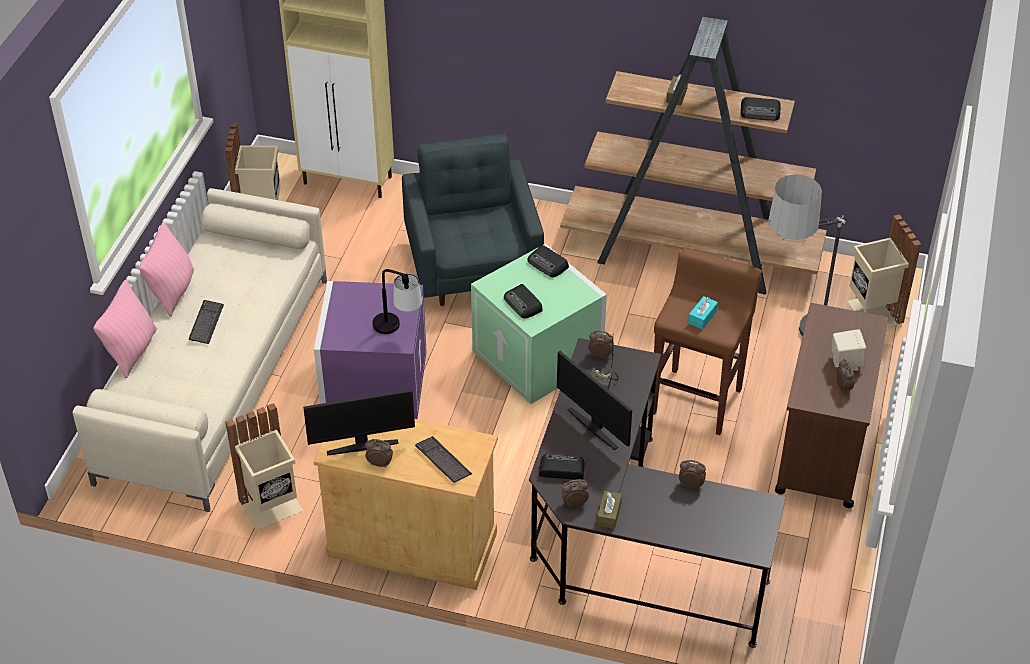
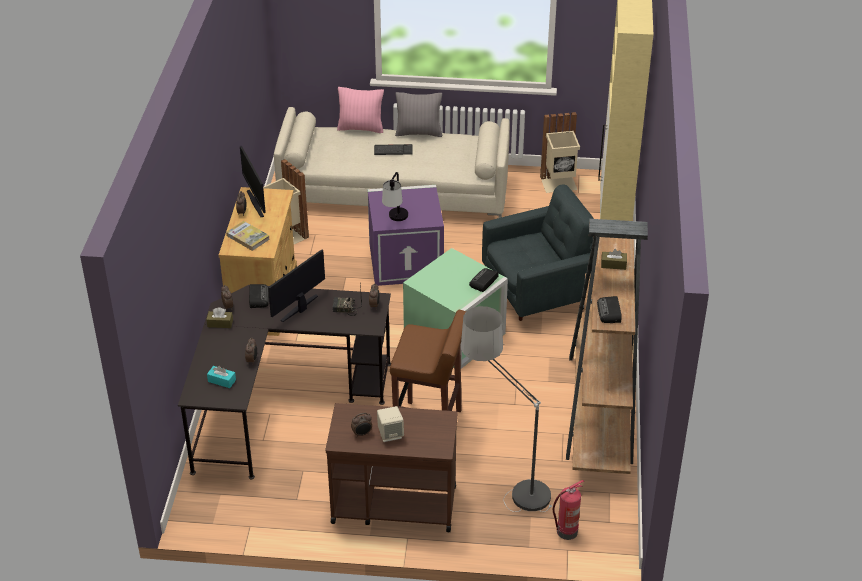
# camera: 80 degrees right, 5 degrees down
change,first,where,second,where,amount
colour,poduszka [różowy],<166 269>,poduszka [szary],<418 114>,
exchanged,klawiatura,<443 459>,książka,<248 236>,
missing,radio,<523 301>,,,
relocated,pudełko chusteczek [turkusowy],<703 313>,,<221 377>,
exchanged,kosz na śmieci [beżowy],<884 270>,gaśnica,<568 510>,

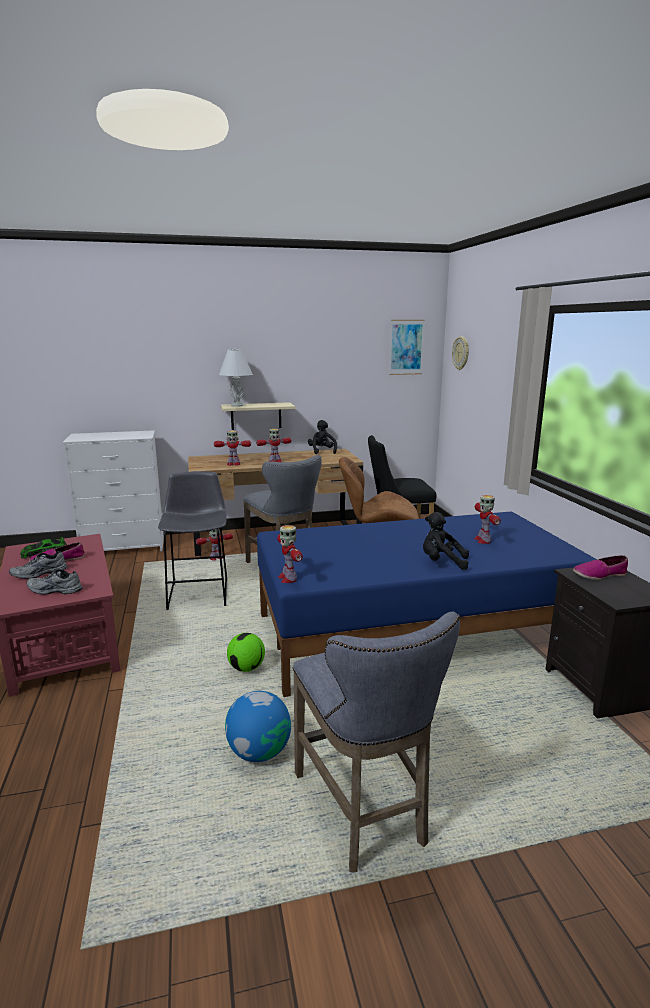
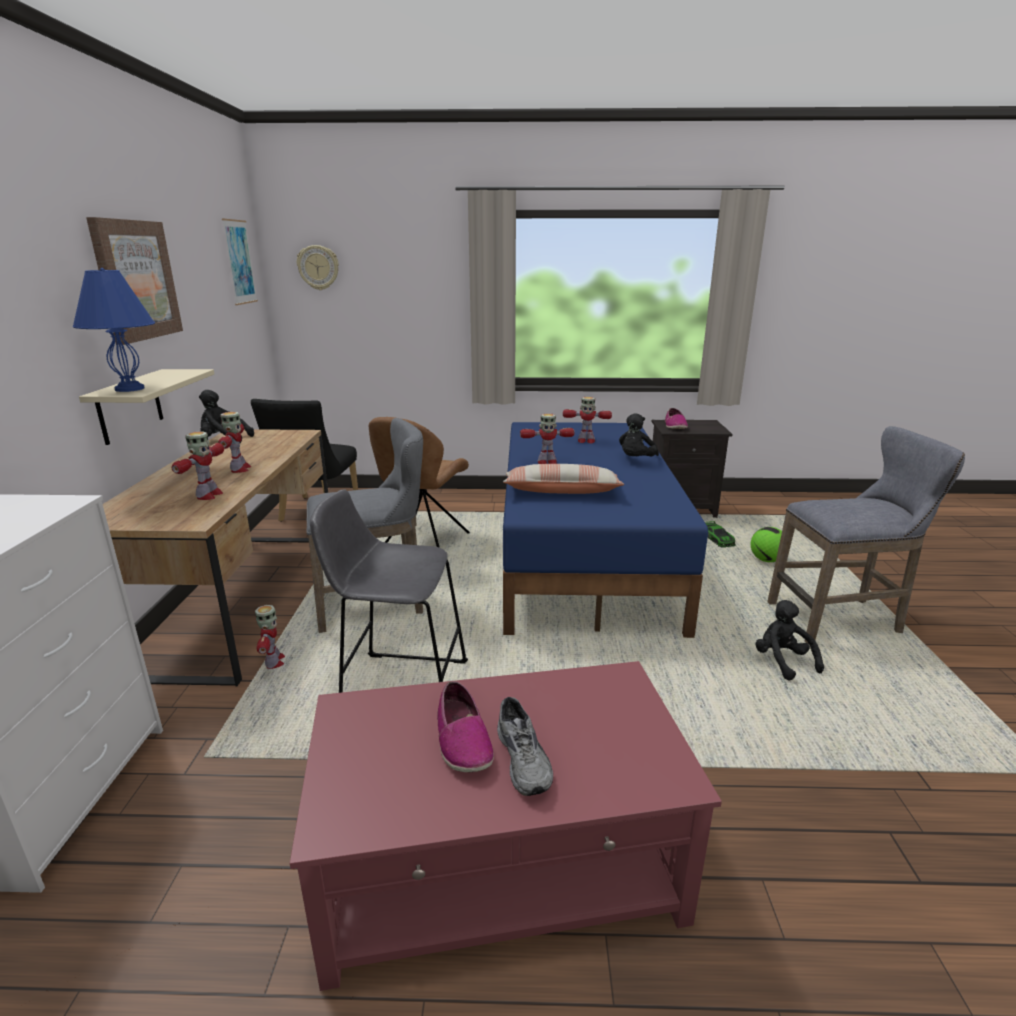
# camera: 75 degrees left, 5 degrees up
change,first,where,second,where,amount
relocated,samochodzik,<43 548>,,<720 534>,
missing,but [szary],<55 582>,,,
colour,lampa stołowa [biały],<236 377>,lampa stołowa [niebieski],<114 330>,
exchanged,globus,<258 726>,pluszak [czarny],<789 640>,
relocated,piłka futbolowa,<246 652>,,<766 544>,
relocated,robot zabawkowy,<290 554>,,<547 438>,
appeared,,,obraz,<134 281>,
appeared,,,poduszka,<563 479>,

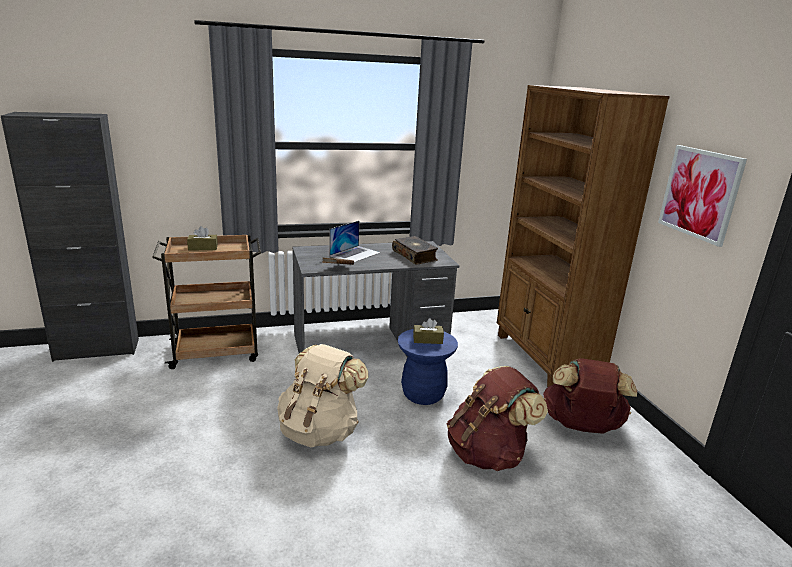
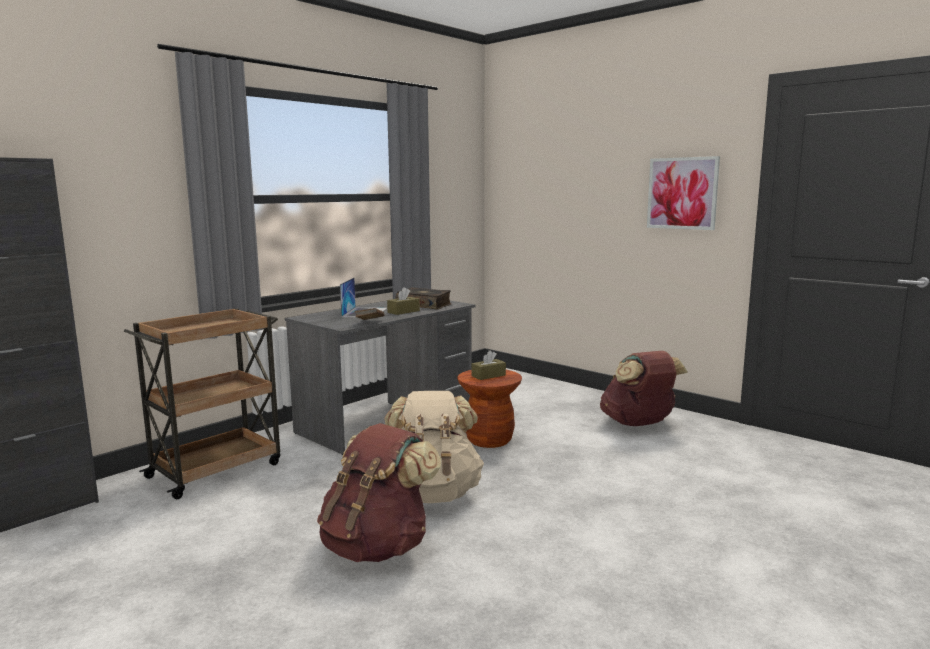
# camera: 30 degrees left, 10 degrees down
change,first,where,second,where,amount
relocated,pudełko chusteczek [brązowy],<202 238>,,<403 301>,
colour,stołek [niebieski],<428 367>,stołek [brązowy],<489 409>,
relocated,plecak [brązowy],<497 418>,,<379 492>,
missing,regał [brązowy],<583 236>,,,

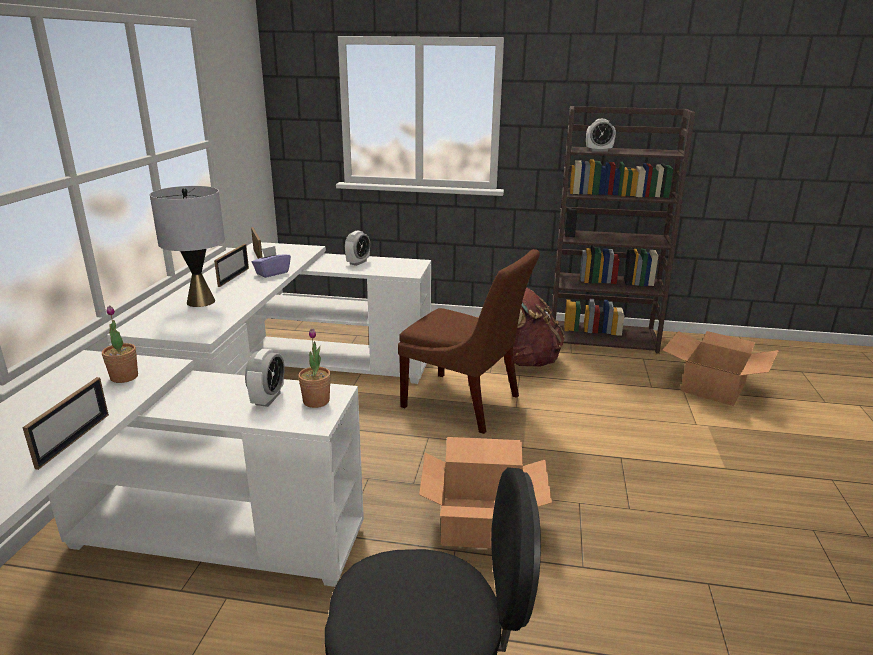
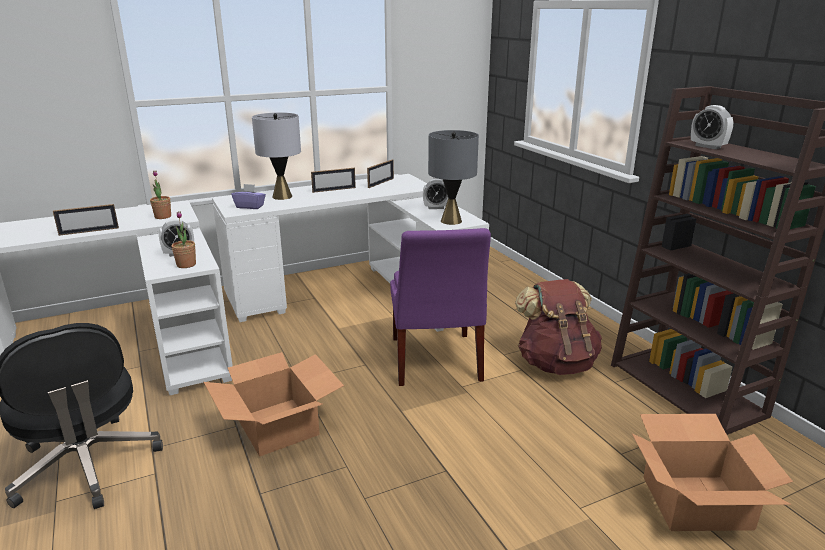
# camera: 55 degrees right, 0 degrees up
change,first,where,second,where,amount
relocated,pudełko chusteczek [fioletowy],<271 262>,,<249 196>,
colour,krzesło [brązowy],<469 341>,krzesło [fioletowy],<440 307>,
appeared,,,lampa stołowa [szary],<453 177>,

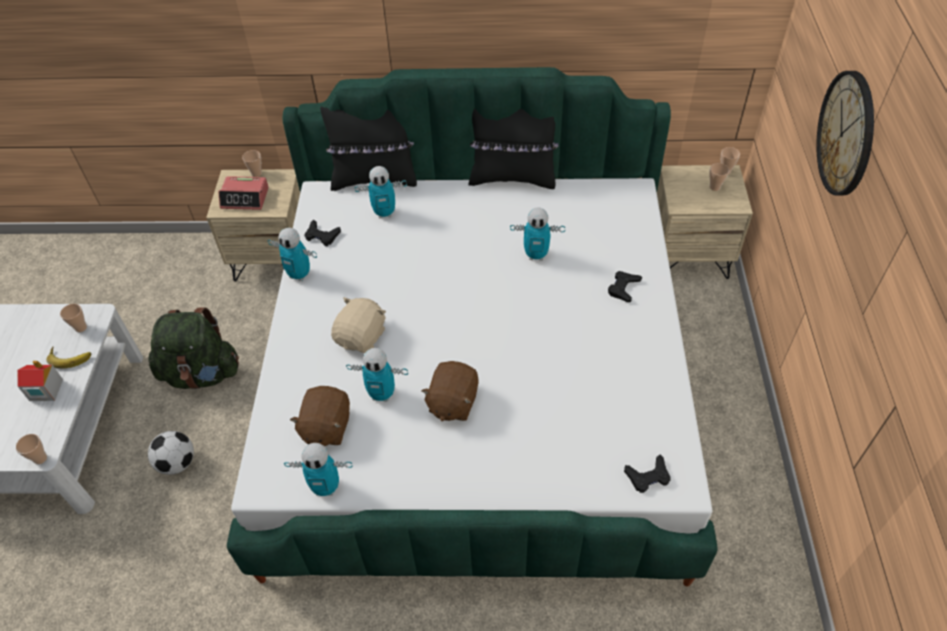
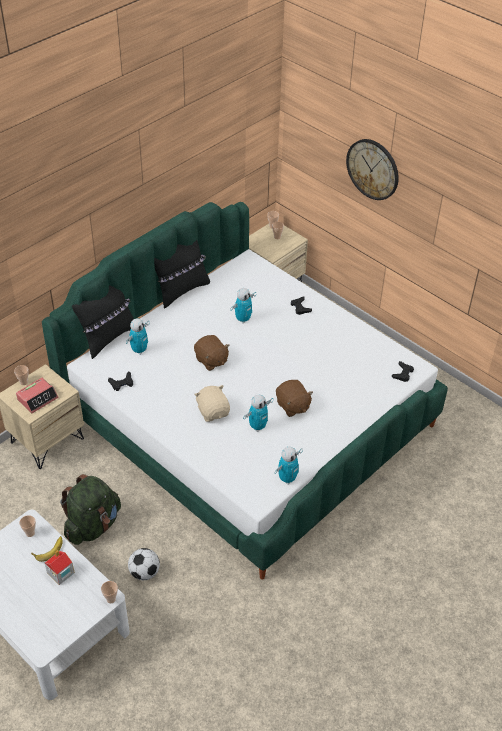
# camera: 50 degrees left, 5 degrees down
change,first,where,second,where,amount
missing,robot zabawkowy,<292 254>,,,
relocated,pluszak [brązowy],<320 416>,,<211 353>,

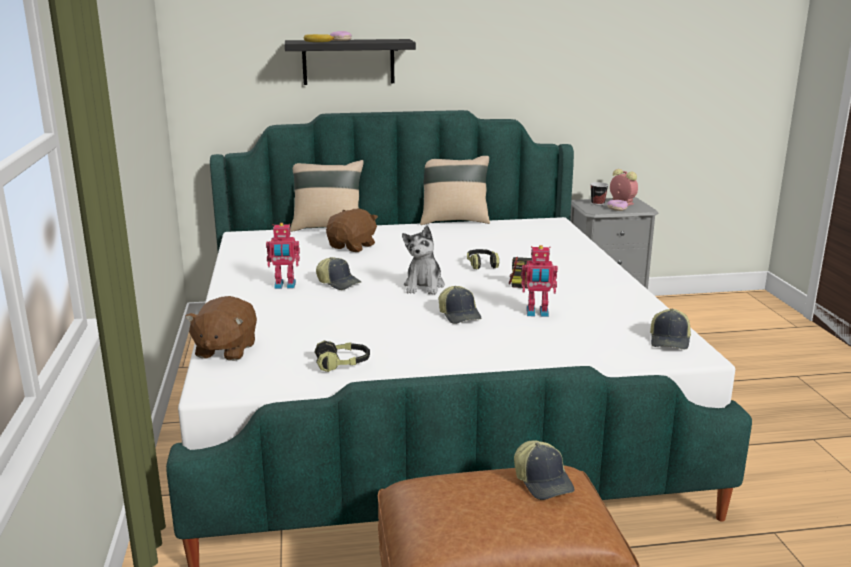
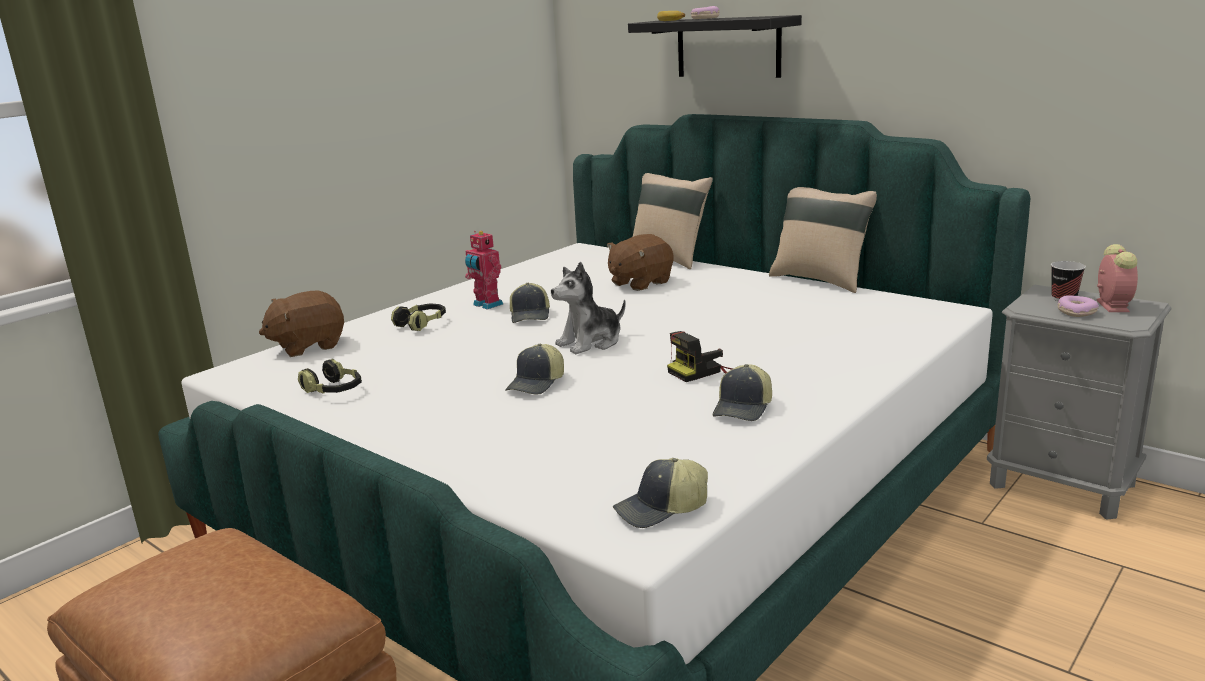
# camera: 50 degrees right, 0 degrees up
change,first,where,second,where,amount
spun,pluszak [brązowy],<352 230>,,<640 262>,150 degrees clockwise
relocated,słuchawki,<483 259>,,<418 317>,
relocated,czapka z daszkiem,<544 470>,,<742 392>,
missing,robot zabawkowy,<539 281>,,,

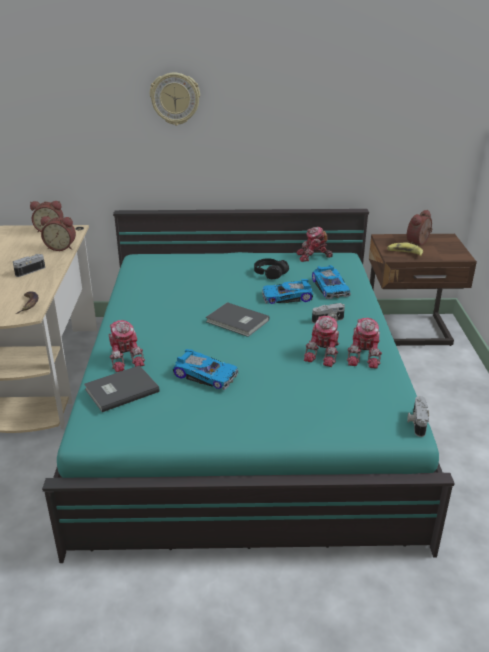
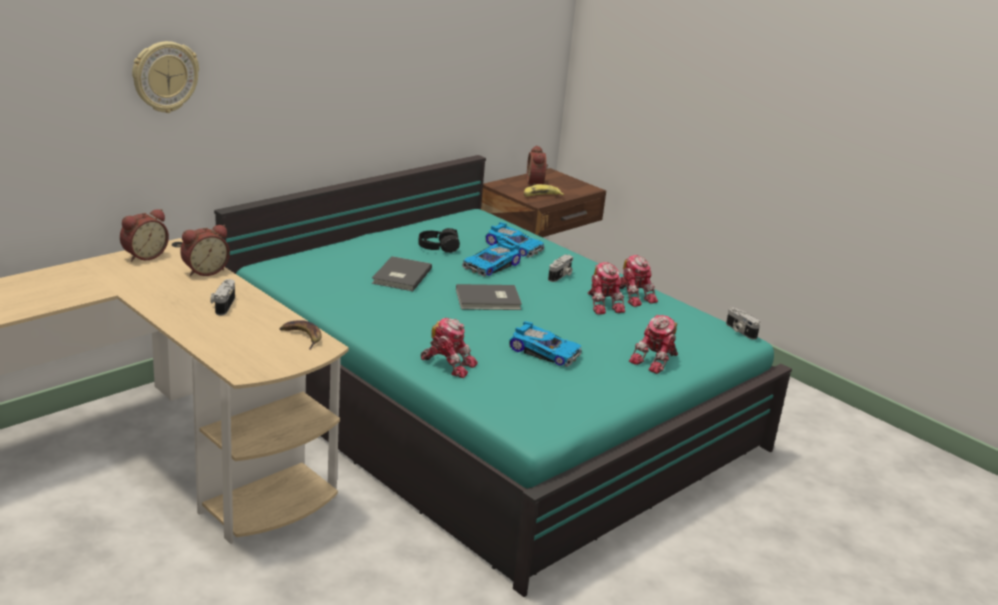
# camera: 45 degrees left, 5 degrees down
change,first,where,second,where,amount
relocated,książka [szary],<122 388>,,<402 273>,
relocated,zegar ścienny,<175 98>,,<165 77>,
spun,samochodzik,<205 369>,,<545 344>,45 degrees clockwise
relocated,robot zabawkowy,<315 244>,,<653 344>,

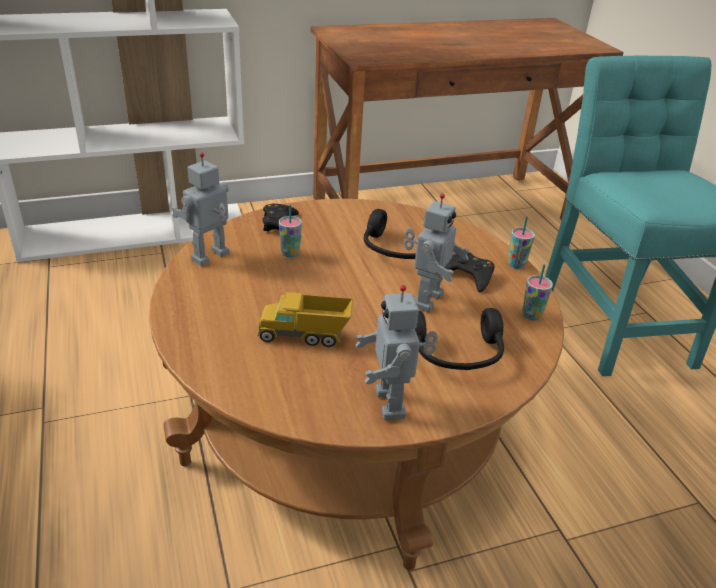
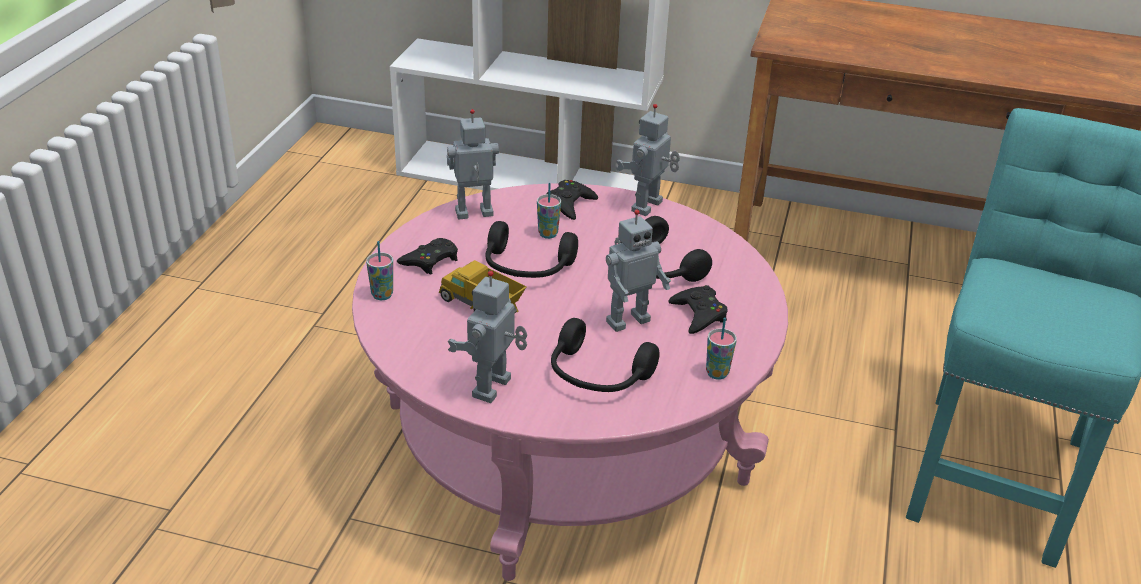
# camera: 35 degrees right, 0 degrees up
change,first,where,second,where,amount
colour,ława [brązowy],<356 384>,ława [różowy],<570 382>,
relocated,filiżanka,<521 242>,,<379 270>,
appeared,,,pad do gier [czarny],<427 256>,
appeared,,,słuchawki [czarny],<532 249>,
appeared,,,robot zabawkowy,<648 160>,

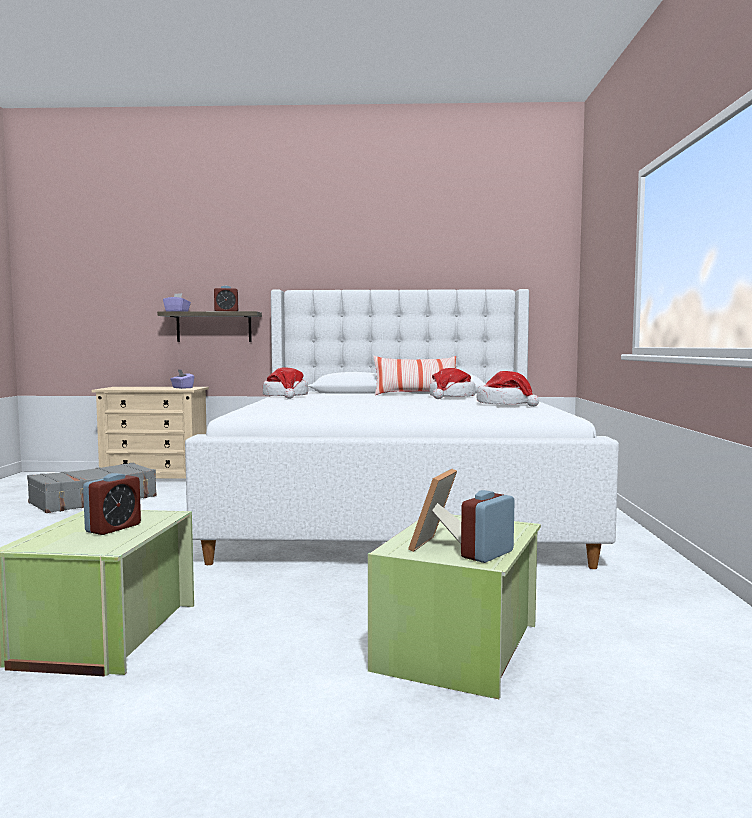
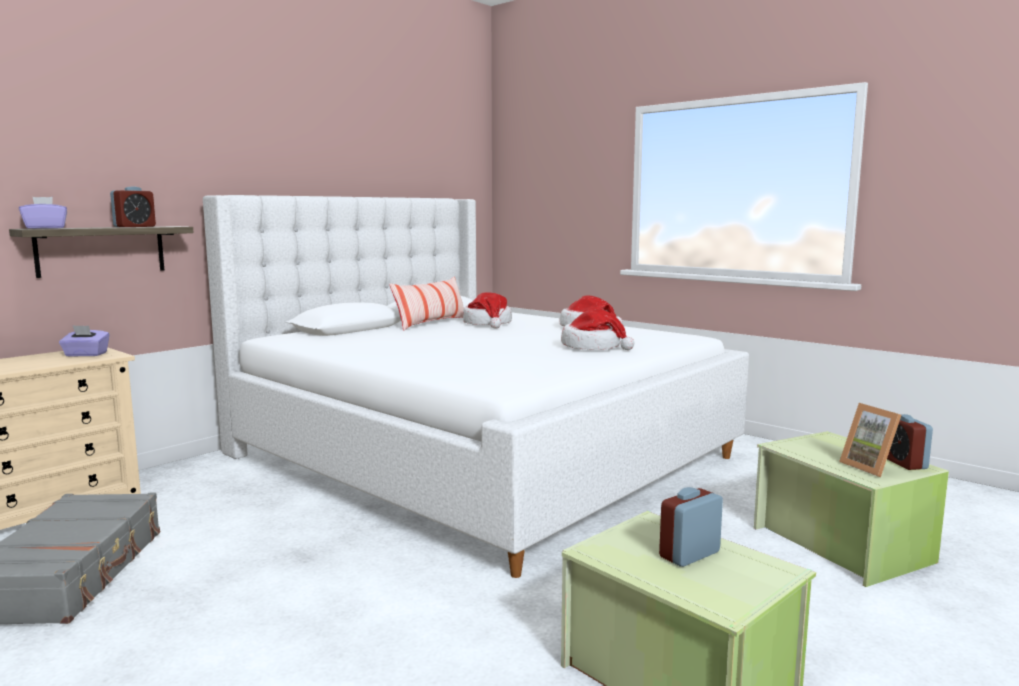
# camera: 50 degrees left, 5 degrees up
change,first,where,second,where,amount
spun,budzik,<112 504>,,<691 527>,105 degrees counterclockwise
relocated,kapelusz,<285 383>,,<598 329>,

